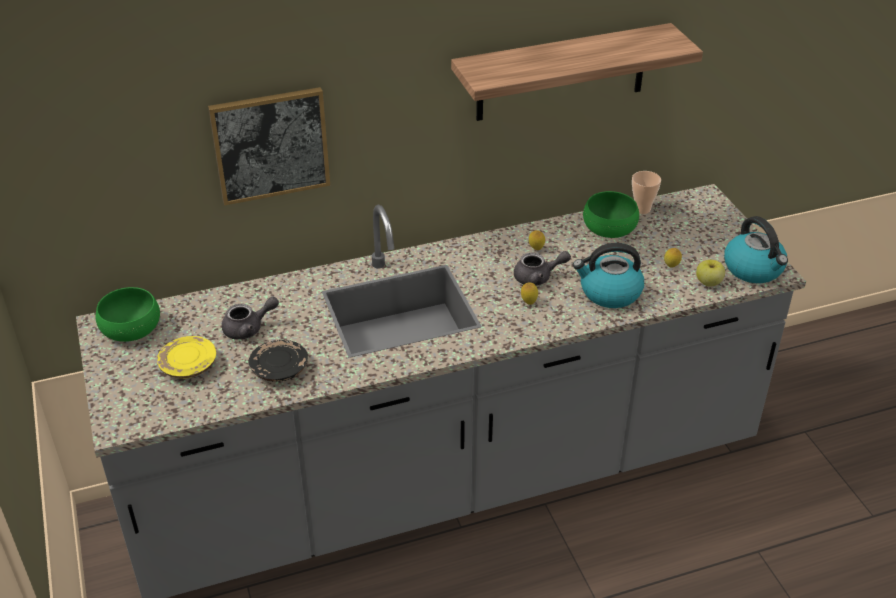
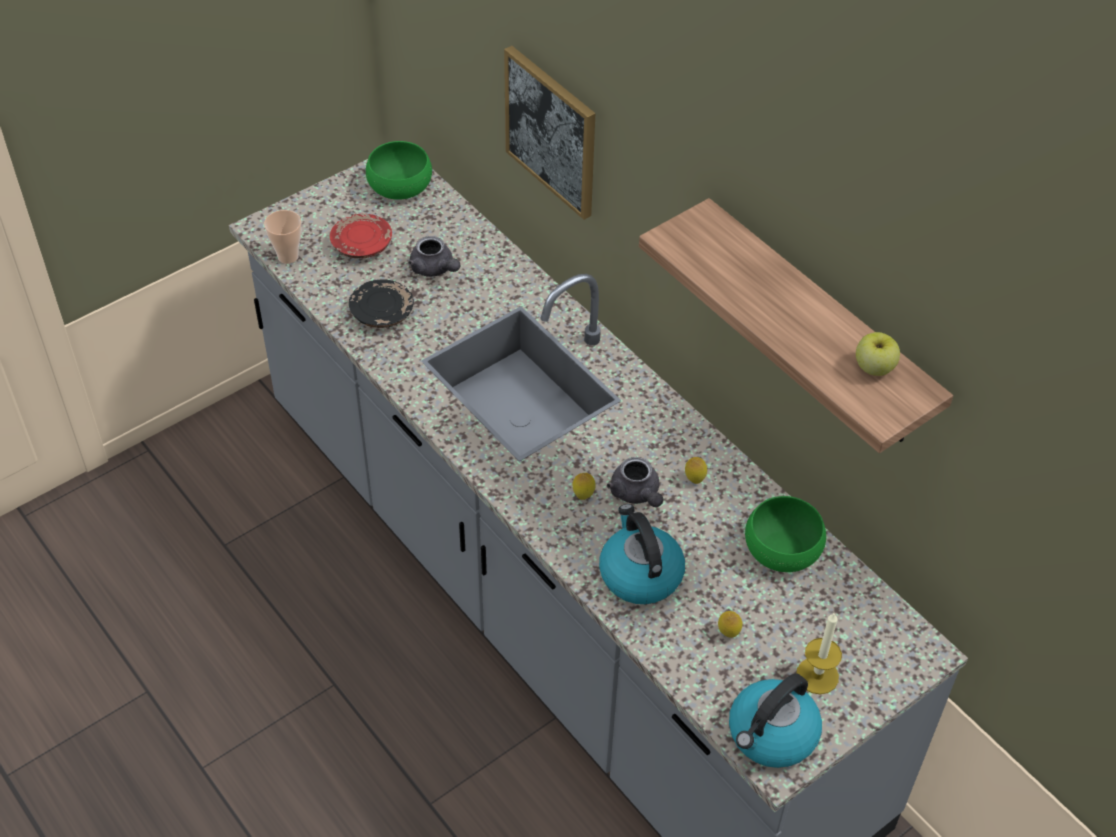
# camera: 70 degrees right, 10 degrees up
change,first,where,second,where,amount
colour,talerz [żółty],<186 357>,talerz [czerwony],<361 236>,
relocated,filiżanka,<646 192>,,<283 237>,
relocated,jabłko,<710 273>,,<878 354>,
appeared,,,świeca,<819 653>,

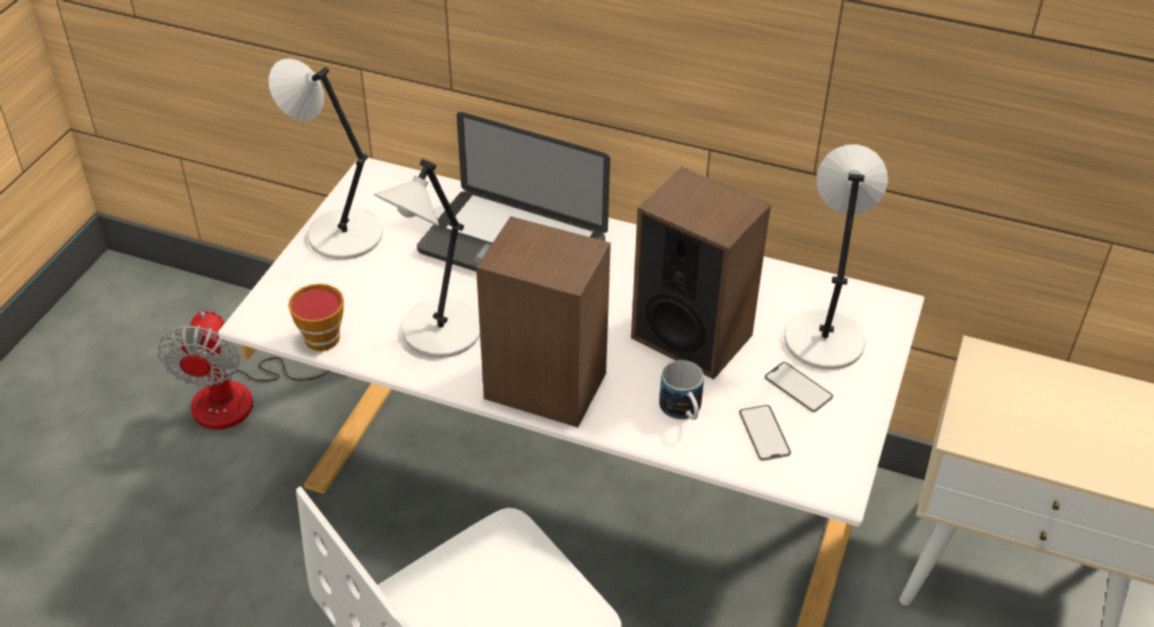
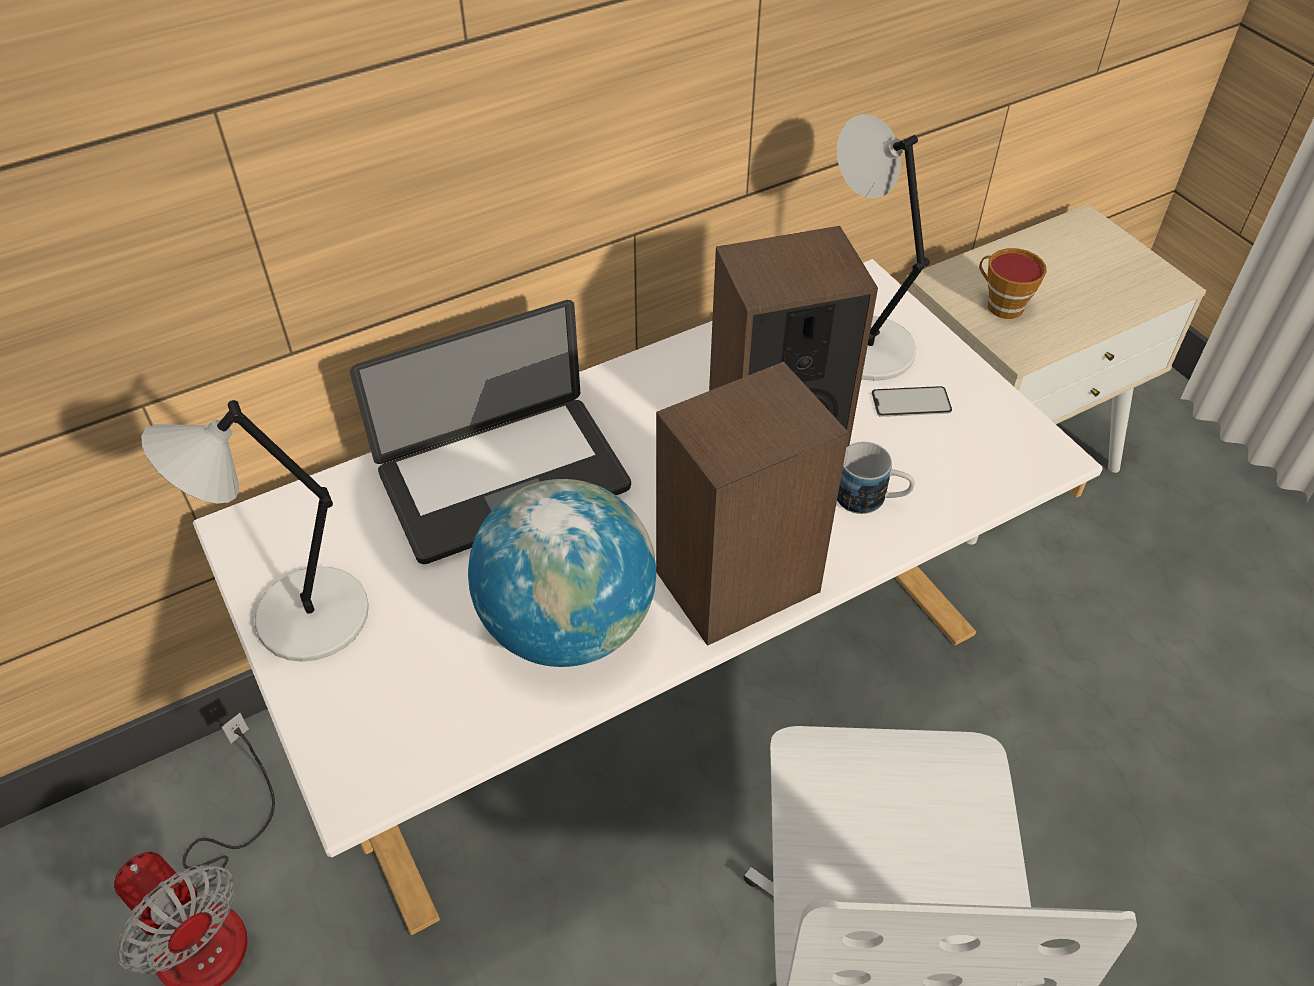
# camera: 50 degrees left, 5 degrees up
change,first,where,second,where,amount
relocated,filiżanka,<316 317>,,<1013 283>,
exchanged,lampa stołowa [szary],<427 258>,globus,<562 573>,
missing,telefon,<765 433>,,,

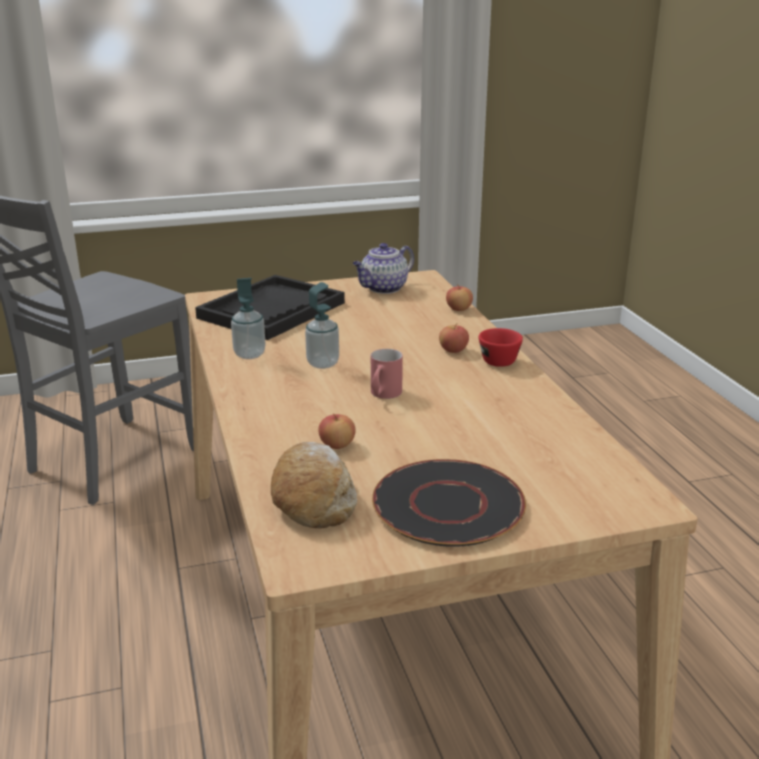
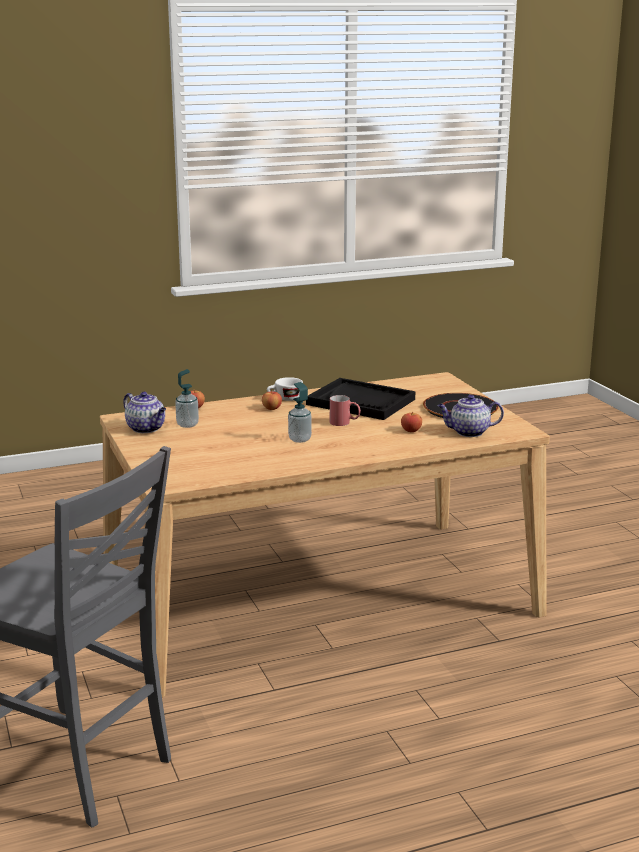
# camera: 95 degrees left, 5 degrees down
change,first,where,second,where,amount
relocated,taca [czarny],<270 307>,,<360 399>,
relocated,dozownik mydła,<248 318>,,<187 398>,
exchanged,chleb,<314 485>,imbryk,<471 416>,
colour,filiżanka [czerwony],<501 347>,filiżanka [biały],<285 389>,

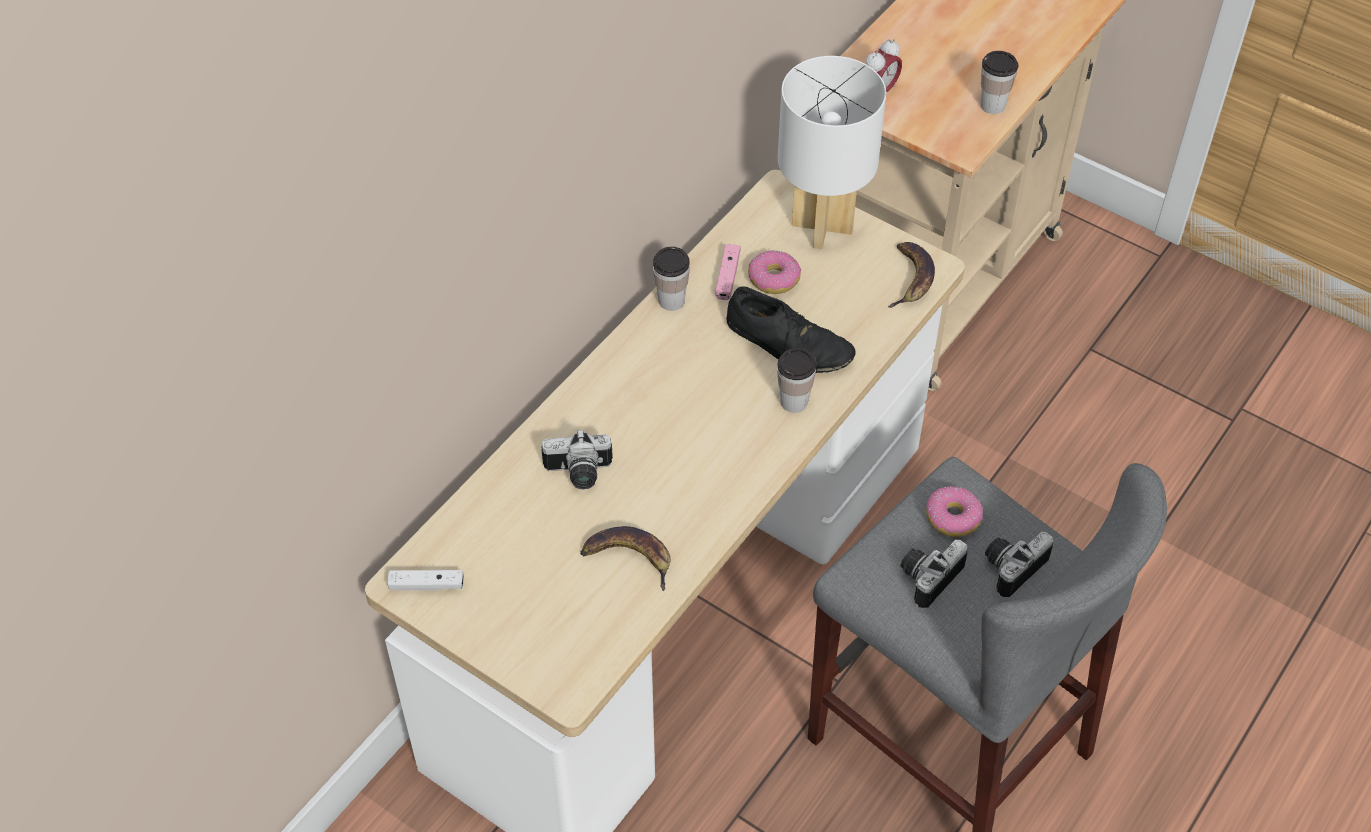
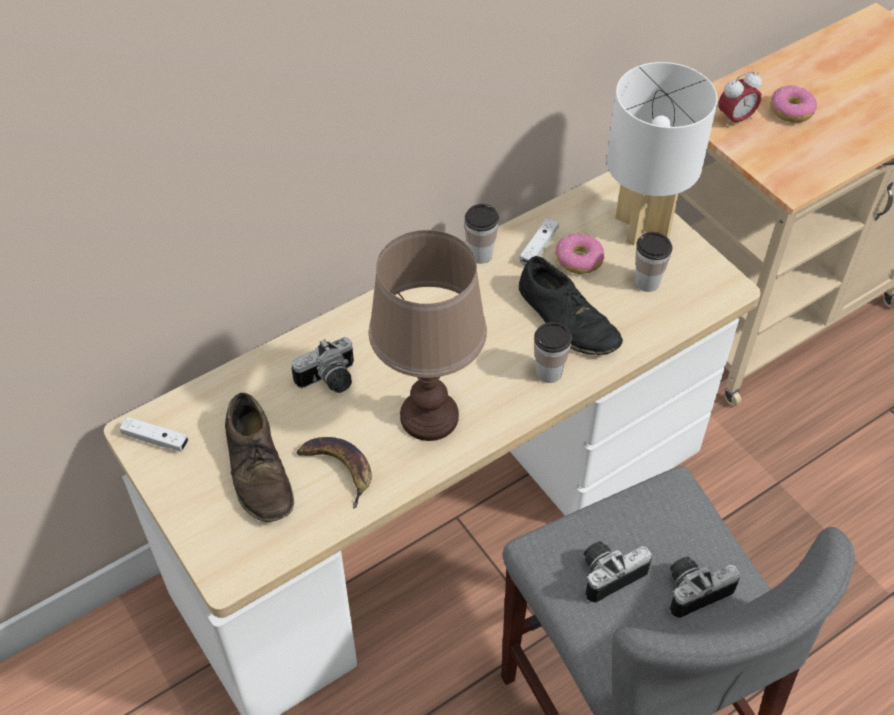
# camera: 20 degrees right, 0 degrees up
change,first,where,second,where,amount
spun,aparat fotograficzny,<577 459>,,<322 365>,45 degrees counterclockwise
colour,pad do gier [różowy],<727 272>,pad do gier [biały],<539 241>,
missing,banan,<911 275>,,,
relocated,donut,<954 511>,,<793 103>,
relocated,filiżanka,<999 82>,,<653 262>,
appeared,,,but [brązowy],<259 457>,
appeared,,,lampa stołowa [brązowy],<428 335>,

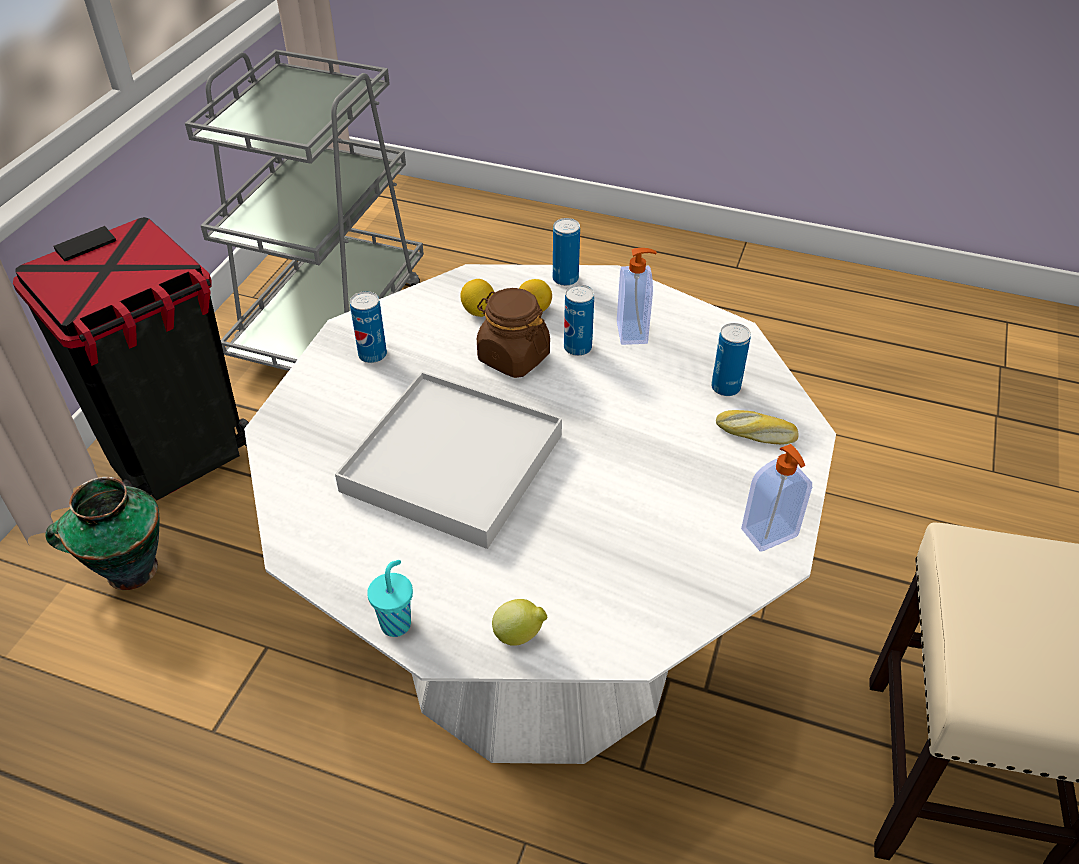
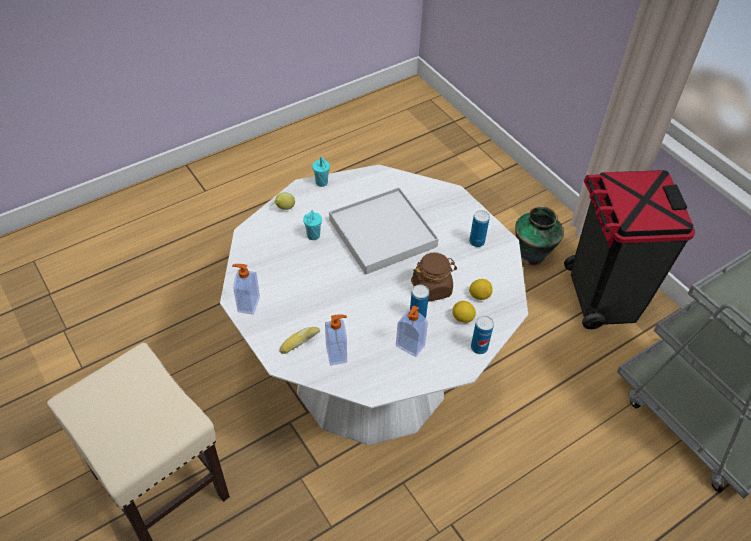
# camera: 125 degrees right, 5 degrees up
change,first,where,second,where,amount
exchanged,puszka,<731 359>,dozownik mydła,<336 340>,
appeared,,,filiżanka [turkusowy],<312 225>,

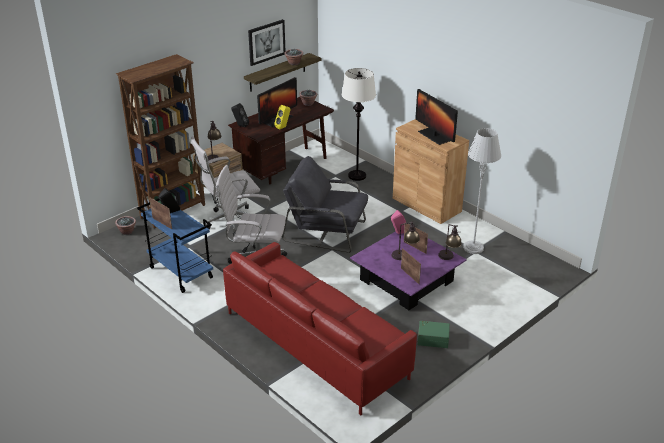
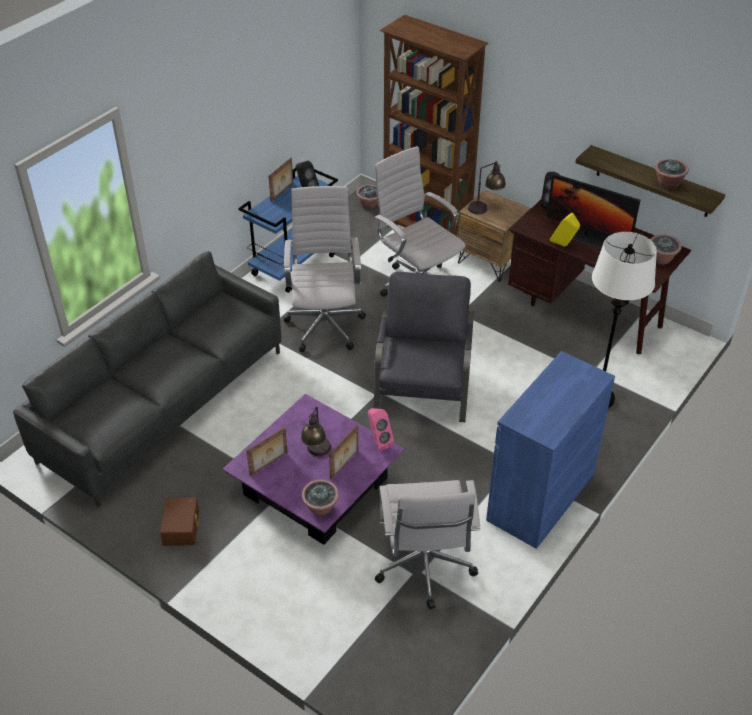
# camera: 80 degrees right, 10 degrees up
change,first,where,second,where,amount
colour,kanapa [czerwony],<320 328>,kanapa [szary],<147 379>,
missing,obraz,<266 42>,,,
colour,szafka [brązowy],<431 171>,szafka [niebieski],<550 450>,
missing,monitor,<436 117>,,,
colour,pojemnik do przechowywania [zielony],<434 334>,pojemnik do przechowywania [brązowy],<180 521>,
exchanged,lampa stołowa,<450 242>,roślina doniczkowa,<320 497>,
exchanged,lampa stojąca [szary],<482 191>,krzesło biurowe [biały],<427 545>,

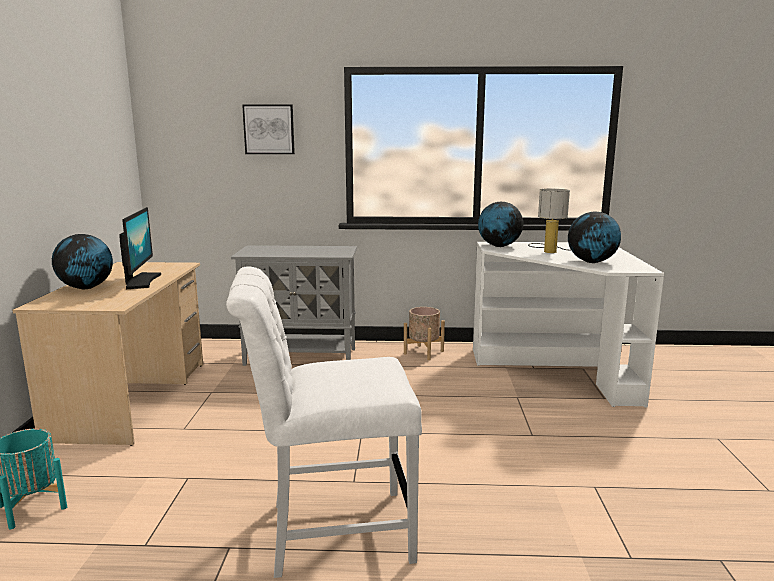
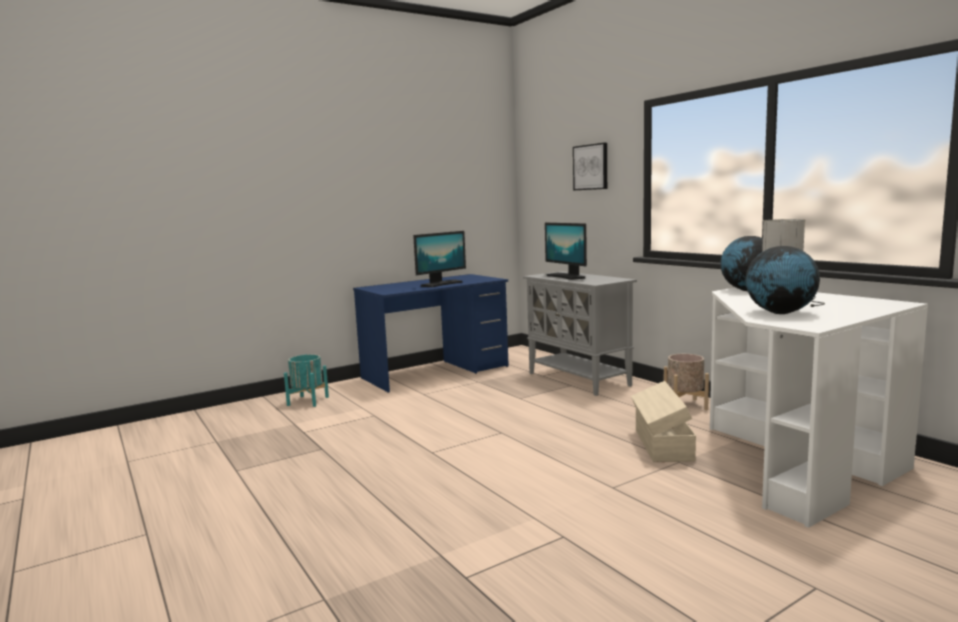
# camera: 55 degrees right, 5 degrees down
change,first,where,second,where,amount
colour,biurko [beżowy],<107 354>,biurko [niebieski],<431 333>,
missing,globus,<82 261>,,,
missing,krzesło [biały],<324 422>,,,
appeared,,,monitor,<566 251>,
appeared,,,pojemnik do przechowywania [beżowy],<663 421>,

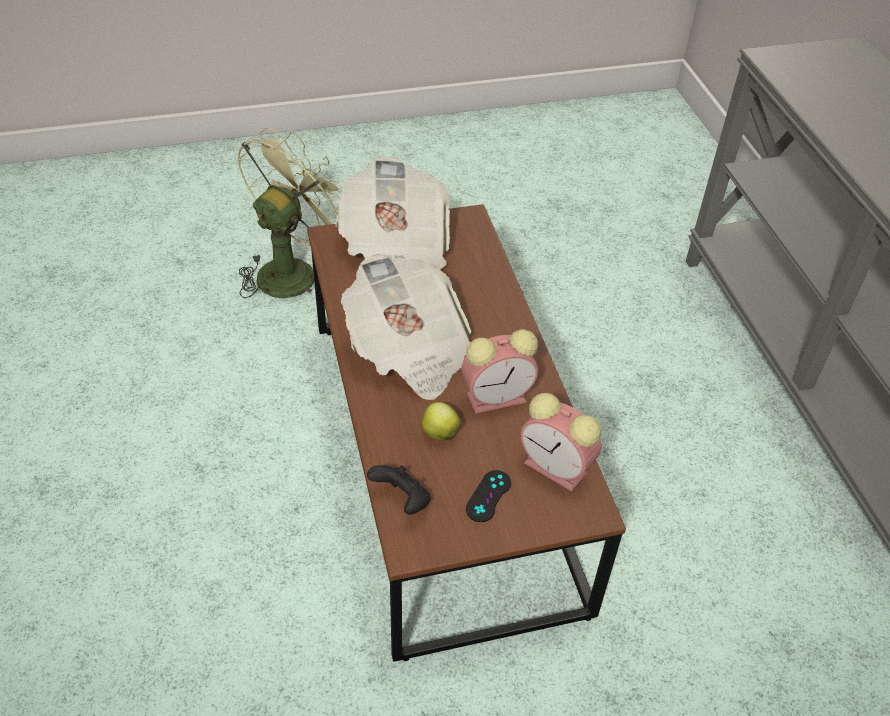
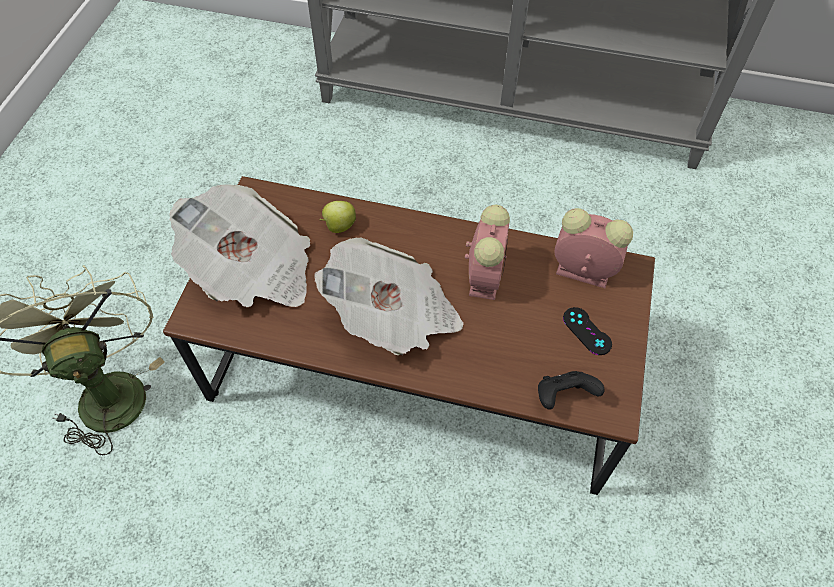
# camera: 60 degrees left, 10 degrees up
change,first,where,second,where,amount
relocated,jabłko,<441 421>,,<338 217>,
spun,budzik,<561 442>,,<593 248>,135 degrees counterclockwise

